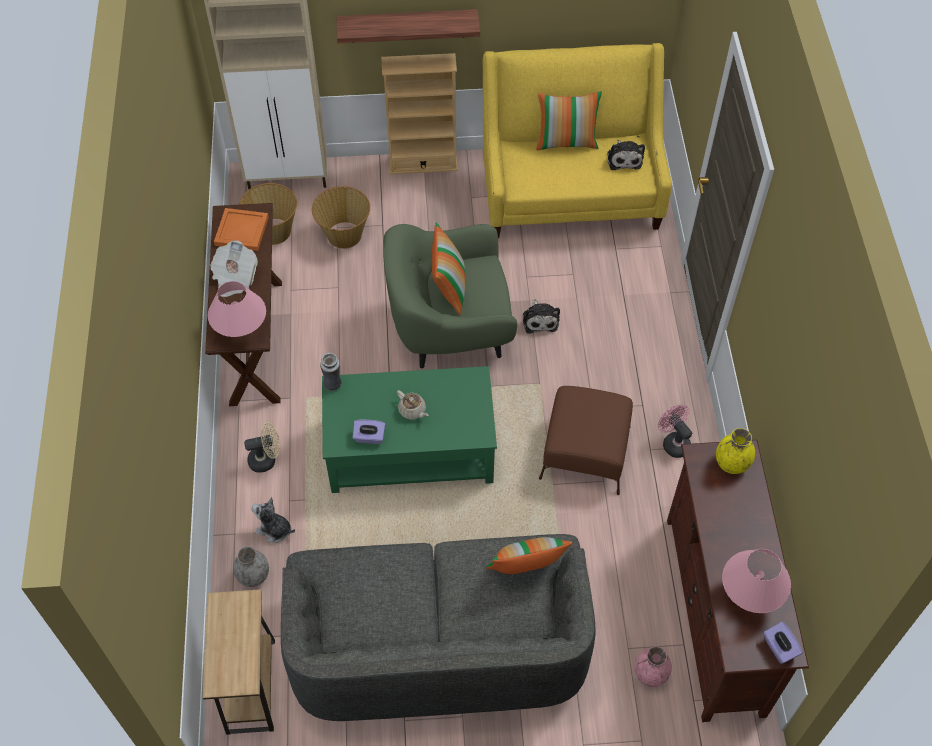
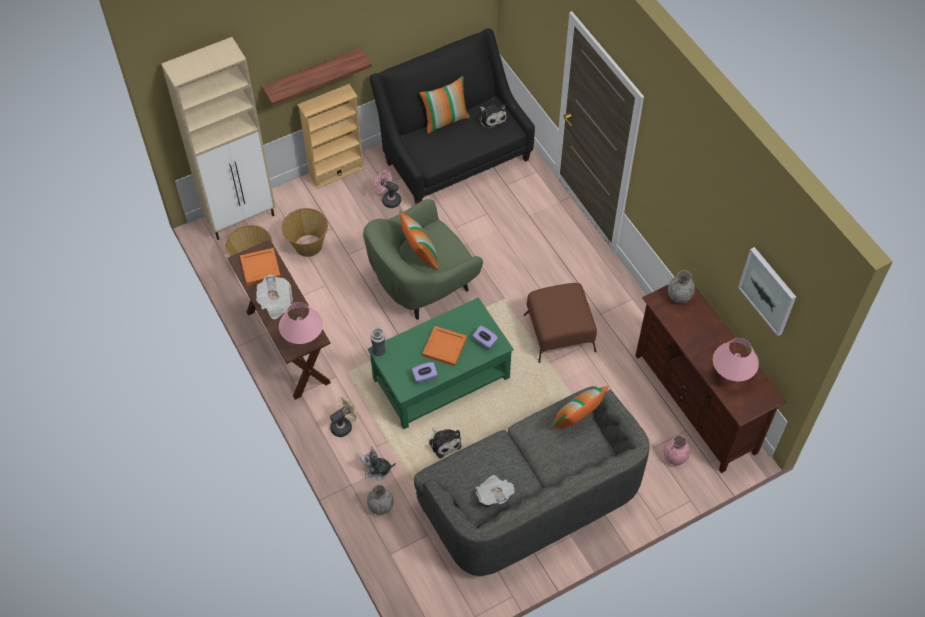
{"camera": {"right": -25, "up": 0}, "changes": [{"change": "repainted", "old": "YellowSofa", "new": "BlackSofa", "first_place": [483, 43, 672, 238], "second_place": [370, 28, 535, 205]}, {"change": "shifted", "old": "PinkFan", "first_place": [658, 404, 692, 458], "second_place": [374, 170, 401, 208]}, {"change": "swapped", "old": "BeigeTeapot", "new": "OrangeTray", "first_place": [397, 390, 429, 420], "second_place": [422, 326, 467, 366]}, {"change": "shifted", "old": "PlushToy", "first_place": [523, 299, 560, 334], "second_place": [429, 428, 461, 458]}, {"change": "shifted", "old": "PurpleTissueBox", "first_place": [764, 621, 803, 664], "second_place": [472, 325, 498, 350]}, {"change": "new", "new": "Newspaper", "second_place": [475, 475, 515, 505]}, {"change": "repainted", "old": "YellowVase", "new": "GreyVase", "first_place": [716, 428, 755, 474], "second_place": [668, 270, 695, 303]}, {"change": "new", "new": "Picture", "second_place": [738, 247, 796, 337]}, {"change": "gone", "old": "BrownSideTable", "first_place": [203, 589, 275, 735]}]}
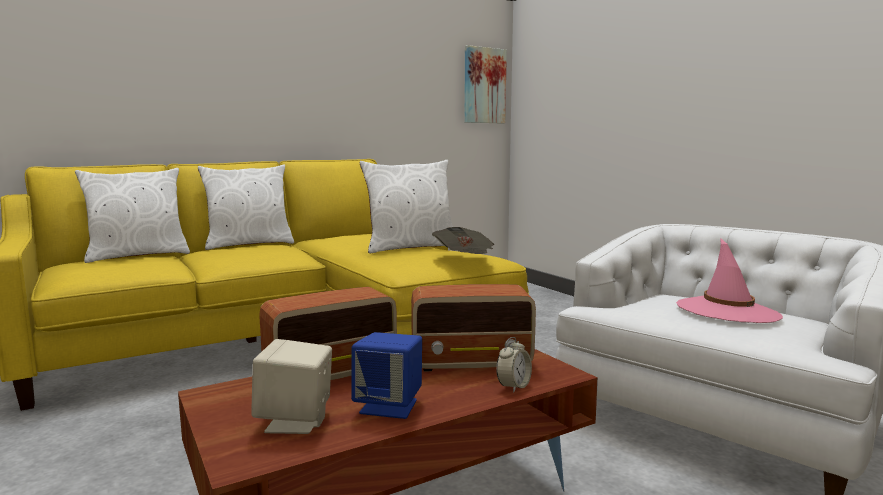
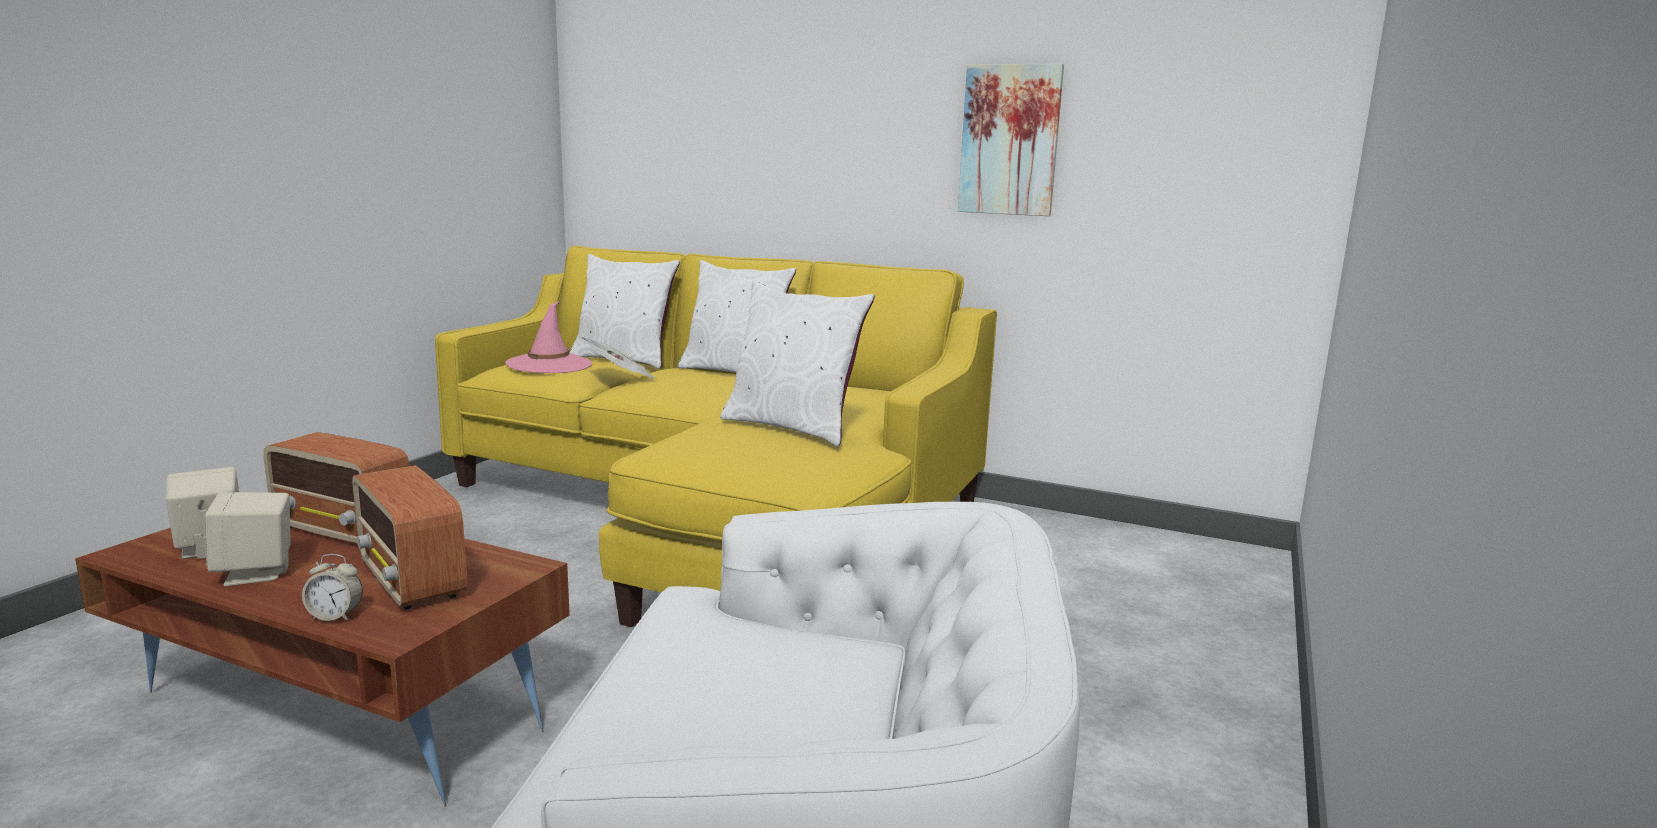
{"camera": {"right": 55, "up": 5}, "changes": [{"change": "repainted", "old": "BlueSpeaker", "new": "BeigeSpeaker", "first_place": [351, 332, 422, 419], "second_place": [204, 492, 291, 586]}, {"change": "shifted", "old": "PinkHat", "first_place": [676, 238, 783, 323], "second_place": [505, 301, 592, 373]}, {"change": "shifted", "old": "Newspaper", "first_place": [432, 227, 494, 254], "second_place": [580, 337, 656, 379]}, {"change": "shifted", "old": "Picture", "first_place": [464, 45, 507, 124], "second_place": [958, 63, 1064, 216]}]}
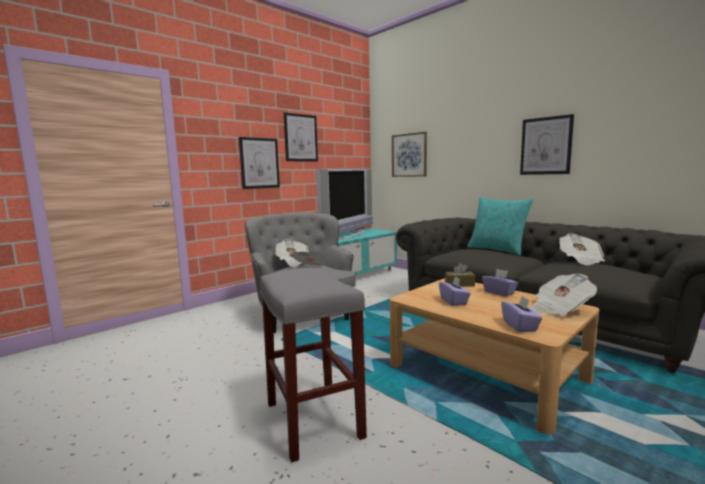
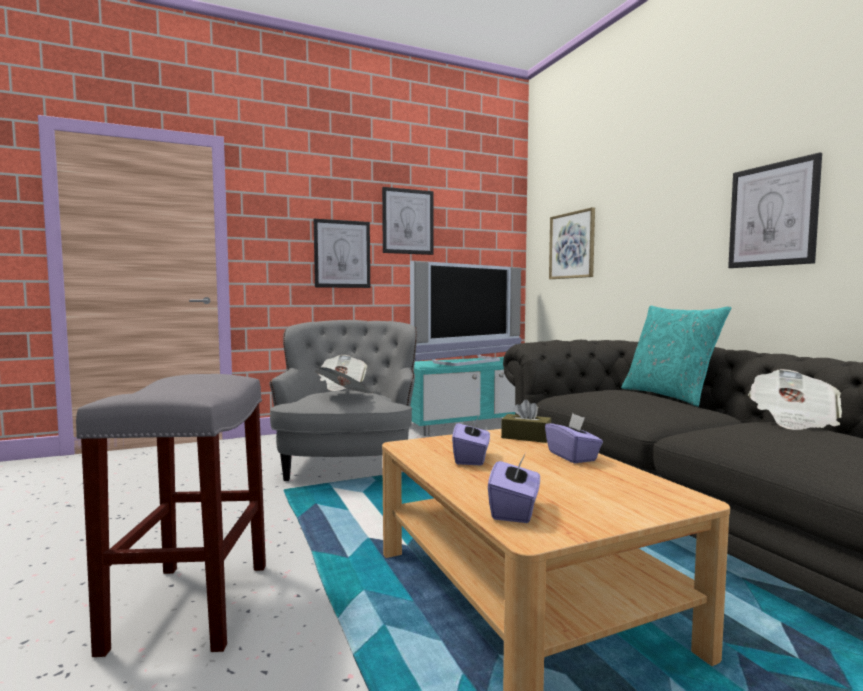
{"camera": {"right": 20, "up": -5}, "changes": [{"change": "gone", "old": "Newspaper", "first_place": [530, 274, 597, 316]}]}
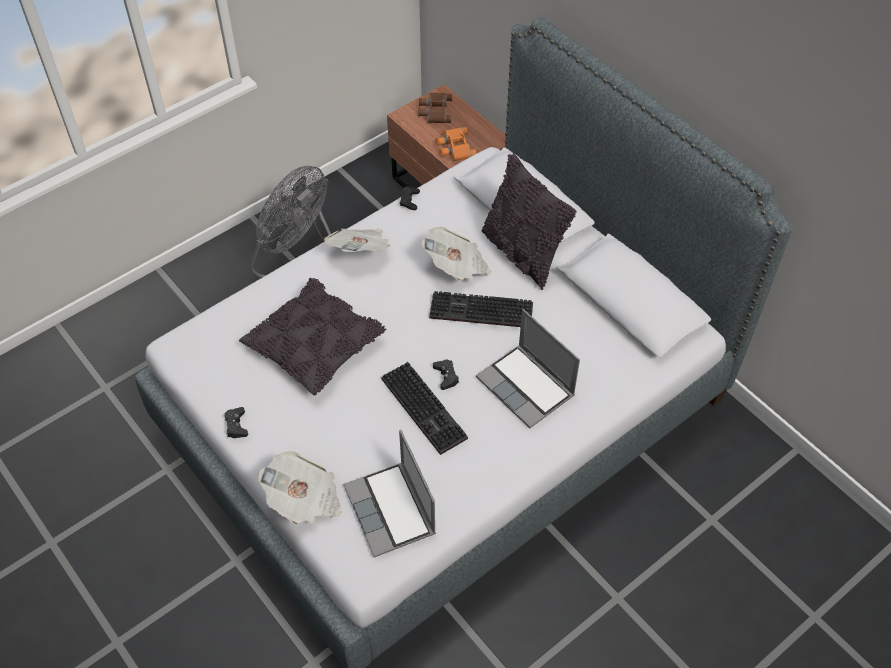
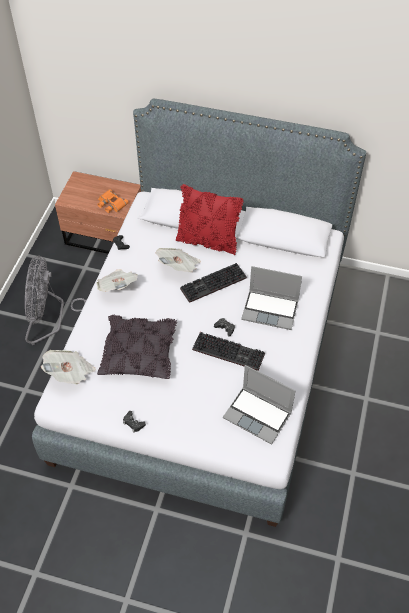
{"camera": {"right": -35, "up": 0}, "changes": [{"change": "shifted", "old": "Newspaper", "first_place": [258, 451, 342, 524], "second_place": [41, 350, 96, 384]}, {"change": "repainted", "old": "BlackPillow", "new": "RedPillow", "first_place": [482, 153, 577, 290], "second_place": [176, 184, 244, 255]}, {"change": "gone", "old": "BrownBinoculars", "first_place": [418, 93, 452, 123]}]}
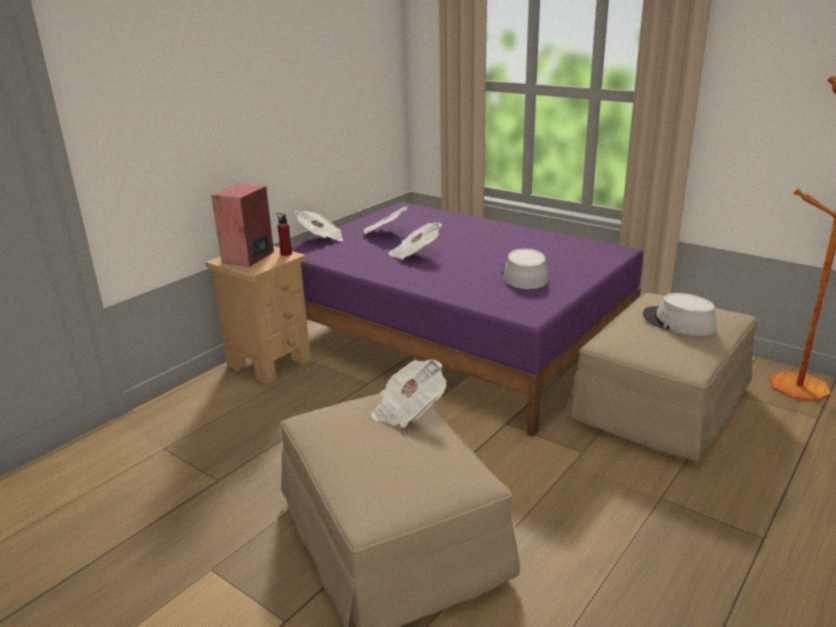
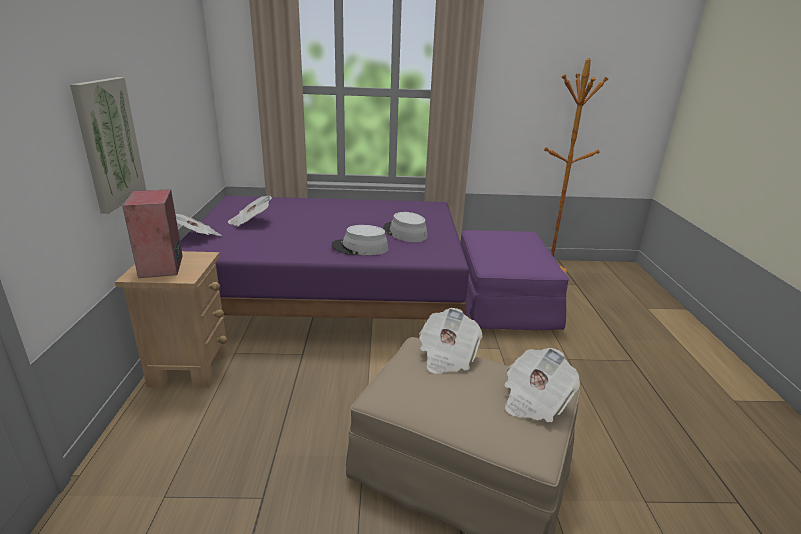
{"camera": {"right": -40, "up": 0}, "changes": [{"change": "new", "new": "Picture", "second_place": [70, 77, 146, 214]}, {"change": "shifted", "old": "GreyHat", "first_place": [643, 293, 716, 336], "second_place": [331, 225, 388, 255]}, {"change": "repainted", "old": "BeigeOttoman", "new": "PurpleOttoman", "first_place": [566, 293, 758, 462], "second_place": [461, 230, 569, 331]}, {"change": "shifted", "old": "Newspaper", "first_place": [389, 222, 442, 260], "second_place": [504, 348, 580, 422]}, {"change": "gone", "old": "RedBottle", "first_place": [277, 213, 292, 256]}]}
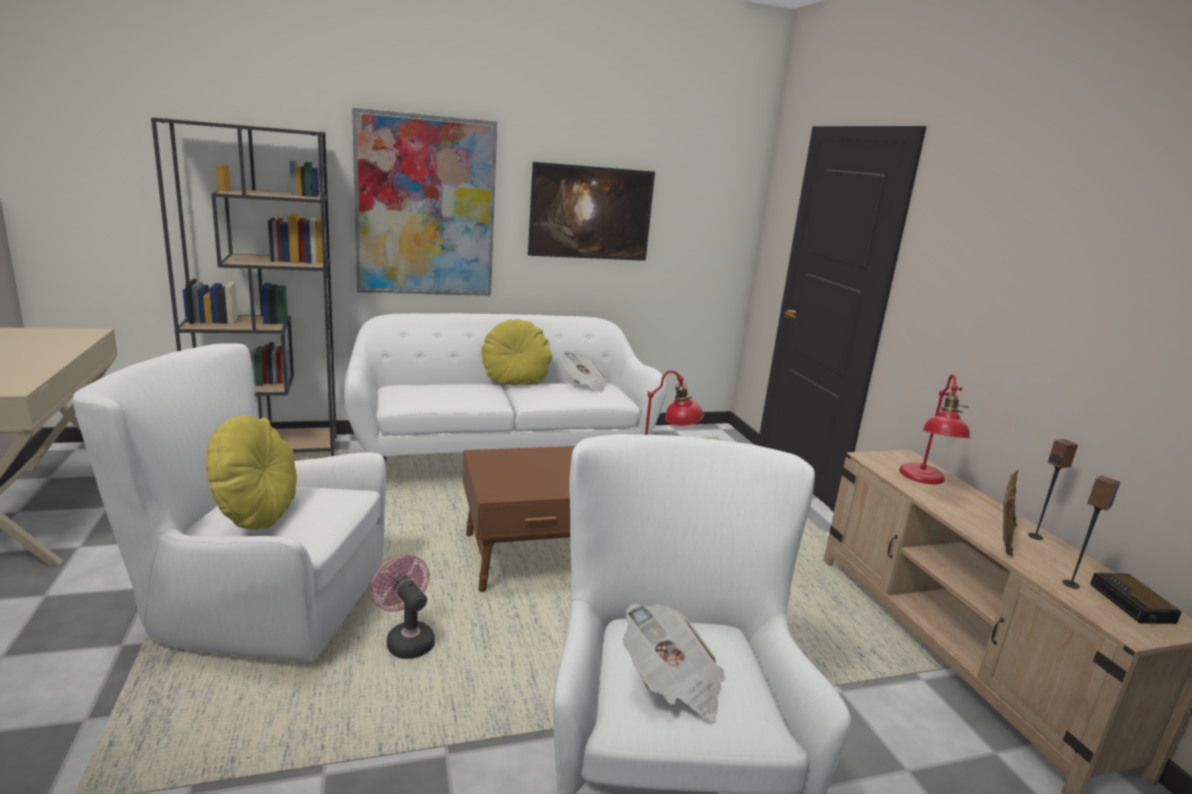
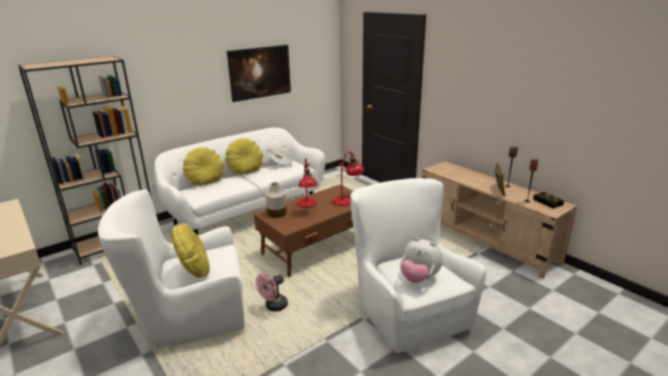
{"camera": {"right": -20, "up": 5}, "changes": [{"change": "new", "new": "YellowPillow", "second_place": [183, 147, 224, 186]}, {"change": "rotated", "old": "PinkFan", "first_place": [371, 555, 435, 659], "second_place": [256, 273, 288, 312], "degrees": -75}, {"change": "new", "new": "BeigeVase", "second_place": [266, 182, 287, 218]}, {"change": "shifted", "old": "RedTableLamp", "first_place": [899, 374, 970, 484], "second_place": [297, 158, 318, 208]}, {"change": "swapped", "old": "Newspaper", "new": "PlushToy", "first_place": [623, 603, 724, 720], "second_place": [400, 238, 443, 283]}, {"change": "gone", "old": "Picture", "first_place": [352, 108, 497, 296]}]}
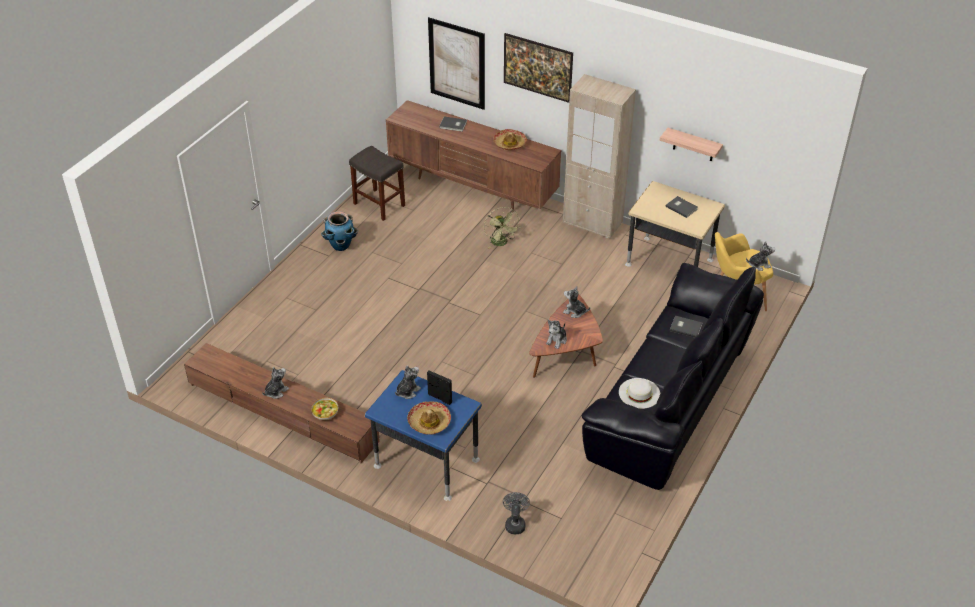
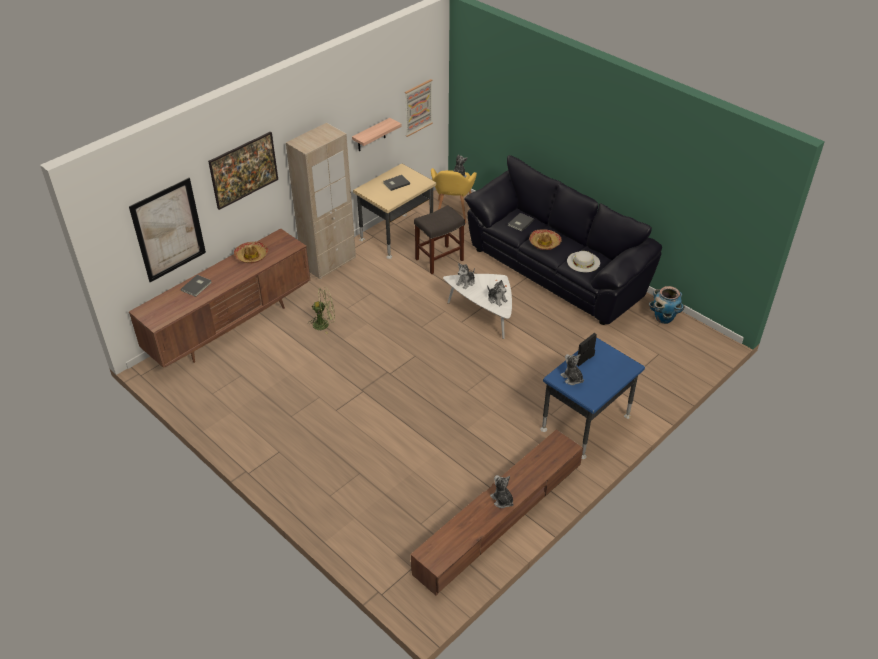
{"camera": {"right": -75, "up": 0}, "changes": [{"change": "new", "new": "Picture", "second_place": [405, 79, 433, 137]}, {"change": "shifted", "old": "GreyStool", "first_place": [349, 146, 405, 221], "second_place": [414, 205, 465, 274]}, {"change": "repainted", "old": "BrownCoffeeTable", "new": "WhiteCoffeeTable", "first_place": [529, 294, 603, 378], "second_place": [443, 274, 512, 339]}, {"change": "shifted", "old": "Hat", "first_place": [407, 401, 451, 435], "second_place": [529, 229, 562, 250]}, {"change": "shifted", "old": "Planter", "first_place": [321, 211, 358, 251], "second_place": [649, 286, 685, 324]}, {"change": "gone", "old": "Bowl", "first_place": [311, 398, 338, 420]}, {"change": "gone", "old": "GreyFan", "first_place": [503, 492, 530, 534]}]}
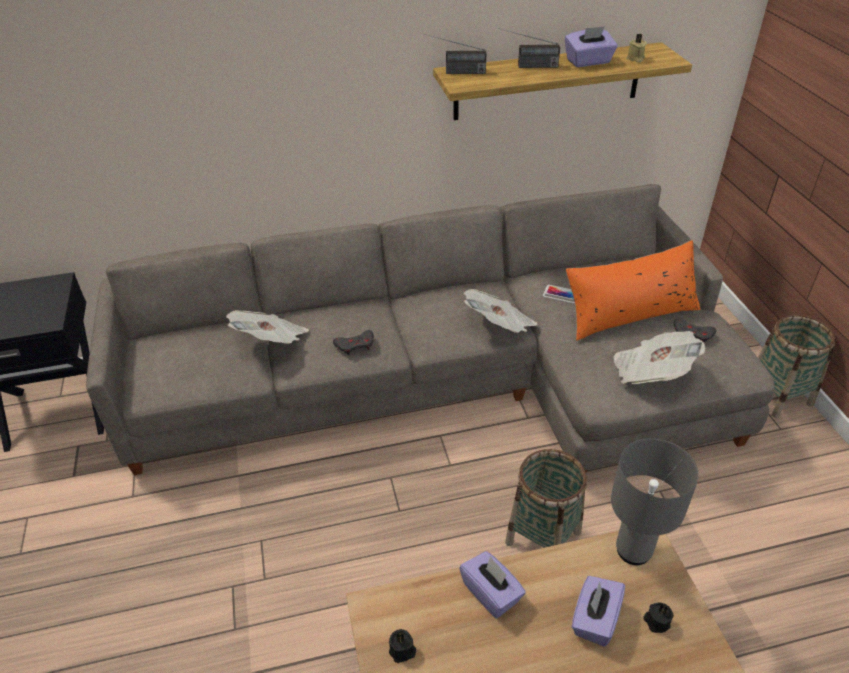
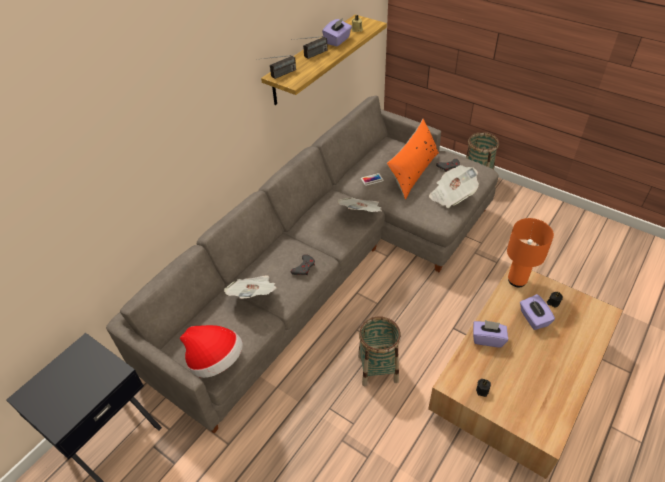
{"camera": {"right": -40, "up": 5}, "changes": [{"change": "new", "new": "Hat", "second_place": [180, 325, 243, 378]}, {"change": "shifted", "old": "Basket", "first_place": [505, 449, 587, 548], "second_place": [358, 316, 401, 386]}, {"change": "repainted", "old": "GreyTableLamp", "new": "OrangeTableLamp", "first_place": [611, 438, 699, 565], "second_place": [507, 218, 554, 287]}]}
